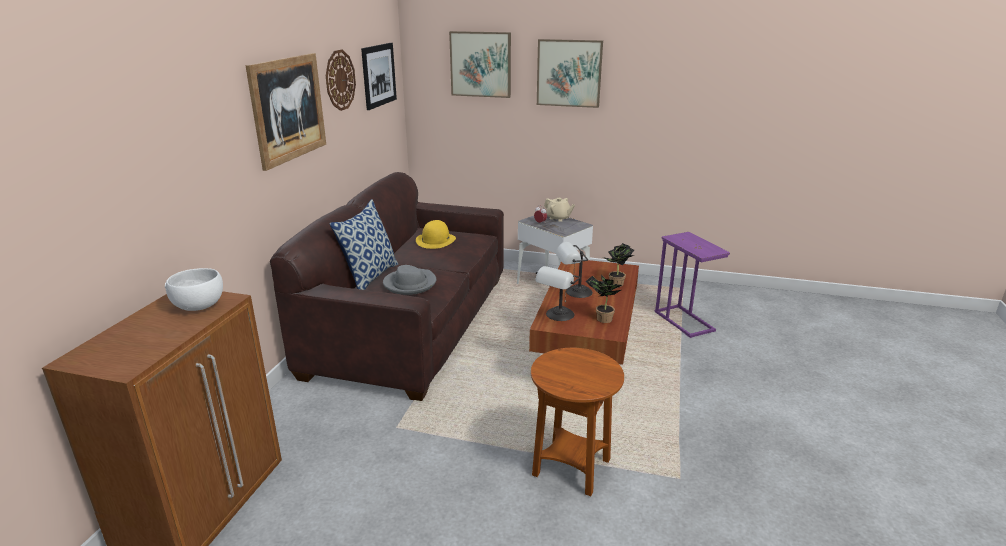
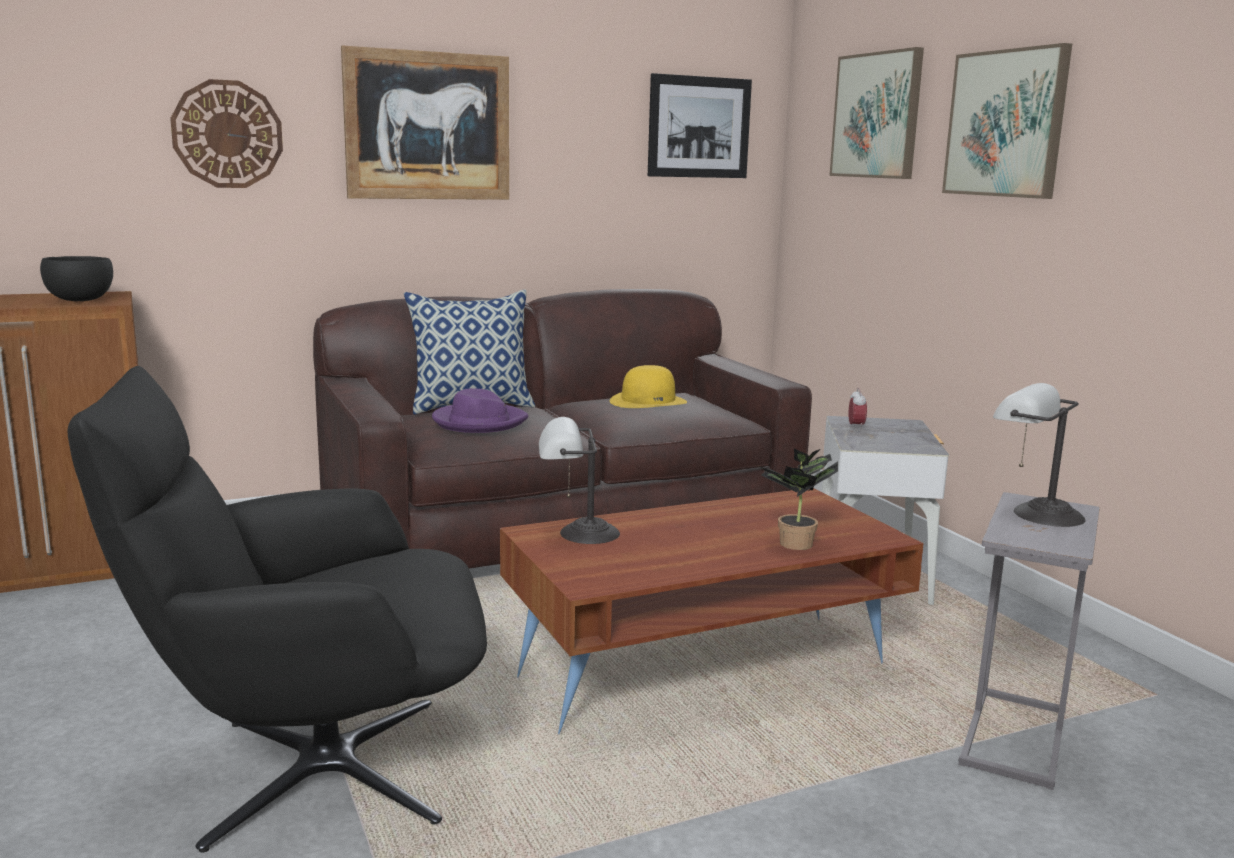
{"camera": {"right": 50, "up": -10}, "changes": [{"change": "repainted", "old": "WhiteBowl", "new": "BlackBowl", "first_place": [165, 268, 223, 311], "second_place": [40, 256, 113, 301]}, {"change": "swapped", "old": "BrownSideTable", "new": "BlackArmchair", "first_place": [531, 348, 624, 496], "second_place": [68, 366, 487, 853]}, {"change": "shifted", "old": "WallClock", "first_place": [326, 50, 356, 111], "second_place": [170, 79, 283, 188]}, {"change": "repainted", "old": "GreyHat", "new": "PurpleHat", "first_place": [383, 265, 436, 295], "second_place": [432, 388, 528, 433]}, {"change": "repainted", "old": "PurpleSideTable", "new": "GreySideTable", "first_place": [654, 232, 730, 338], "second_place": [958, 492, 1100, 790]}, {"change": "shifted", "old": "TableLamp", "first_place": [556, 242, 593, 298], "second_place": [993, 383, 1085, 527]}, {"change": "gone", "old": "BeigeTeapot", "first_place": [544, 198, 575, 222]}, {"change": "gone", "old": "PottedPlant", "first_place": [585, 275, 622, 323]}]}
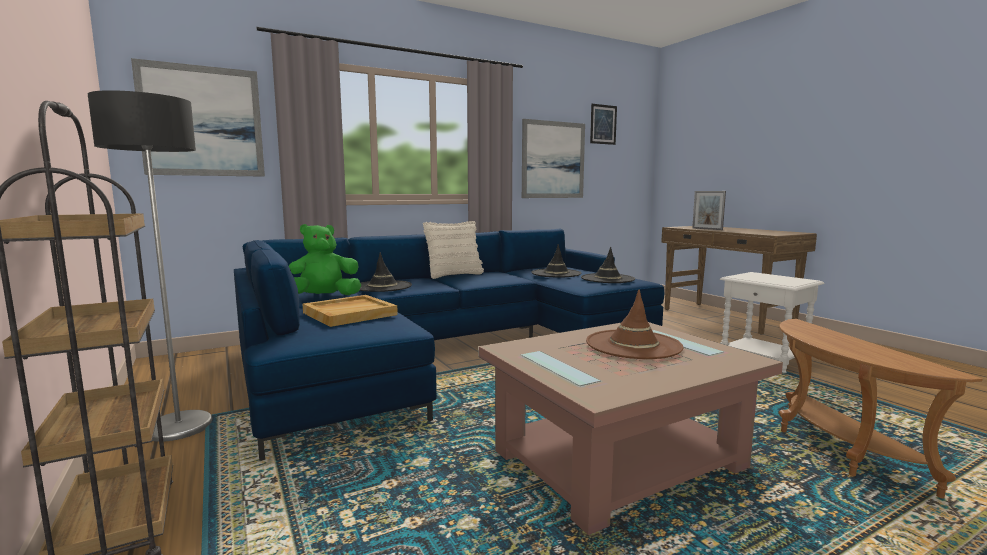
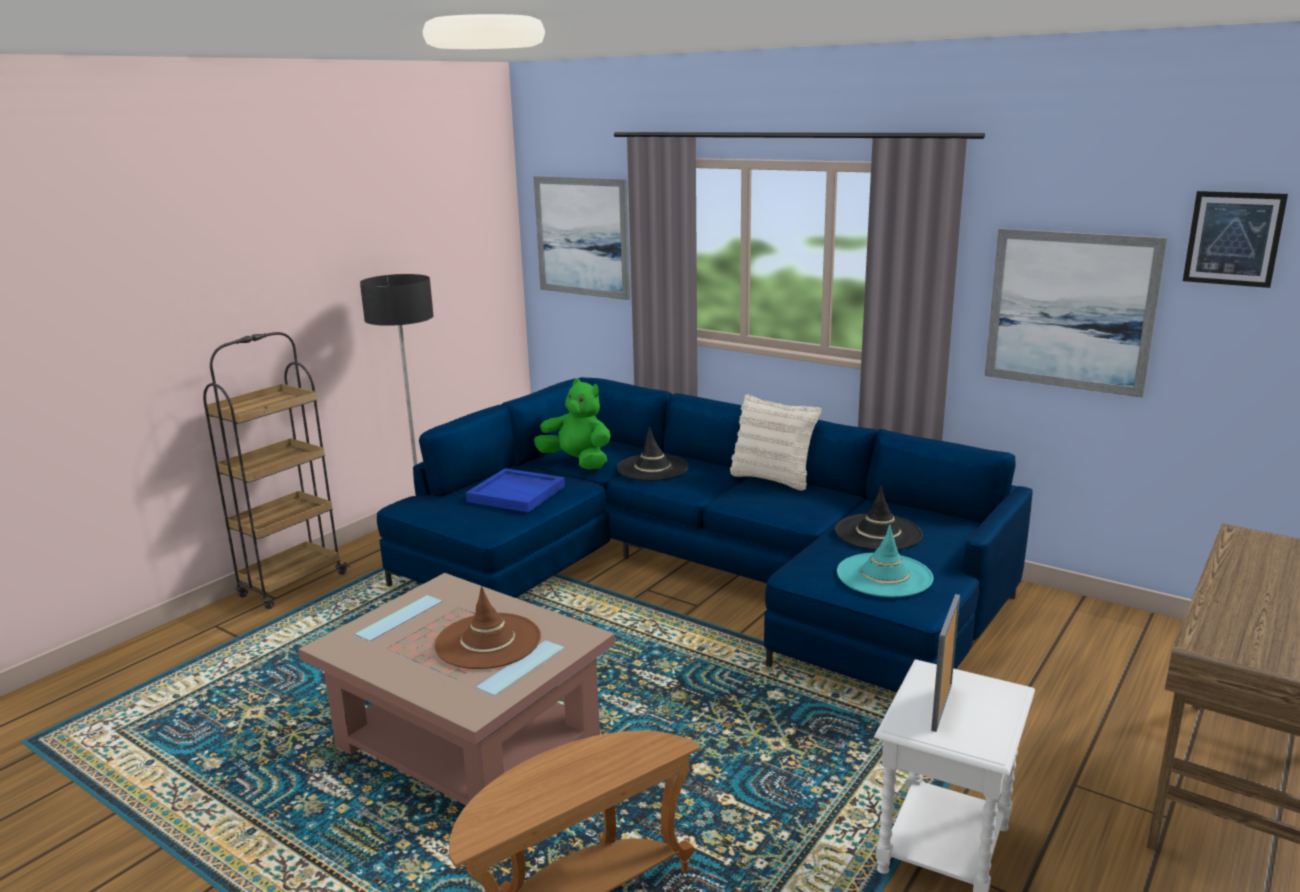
{"camera": {"right": 65, "up": 10}, "changes": [{"change": "repainted", "old": "BeigeTray", "new": "BlueTray", "first_place": [303, 295, 398, 327], "second_place": [466, 468, 565, 513]}, {"change": "repainted", "old": "BlackHat", "new": "TurquoiseHat", "first_place": [581, 247, 635, 283], "second_place": [837, 525, 933, 597]}, {"change": "shifted", "old": "PictureFrame", "first_place": [692, 191, 726, 230], "second_place": [931, 594, 960, 732]}]}
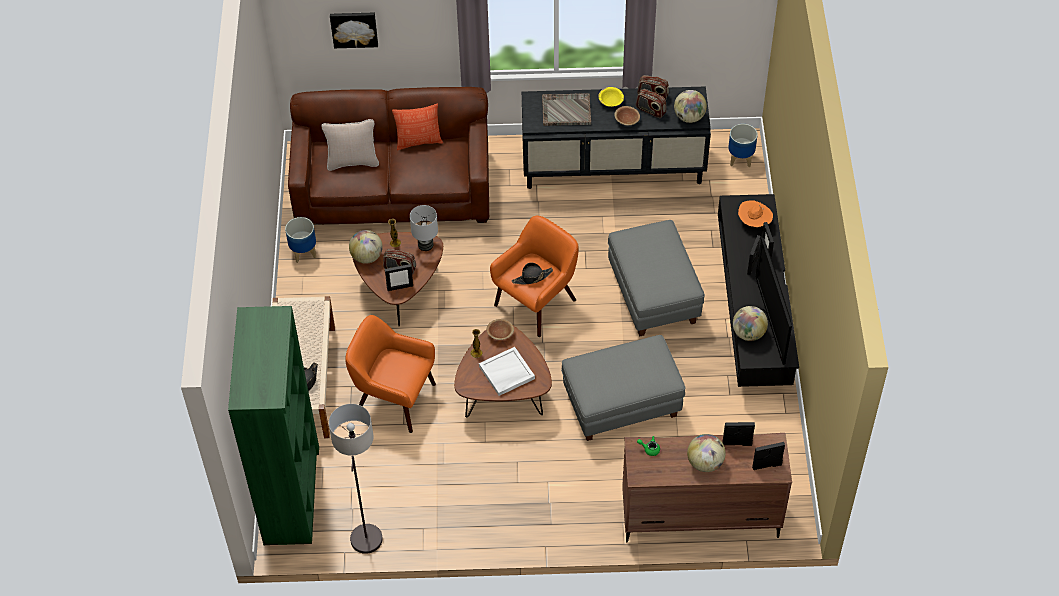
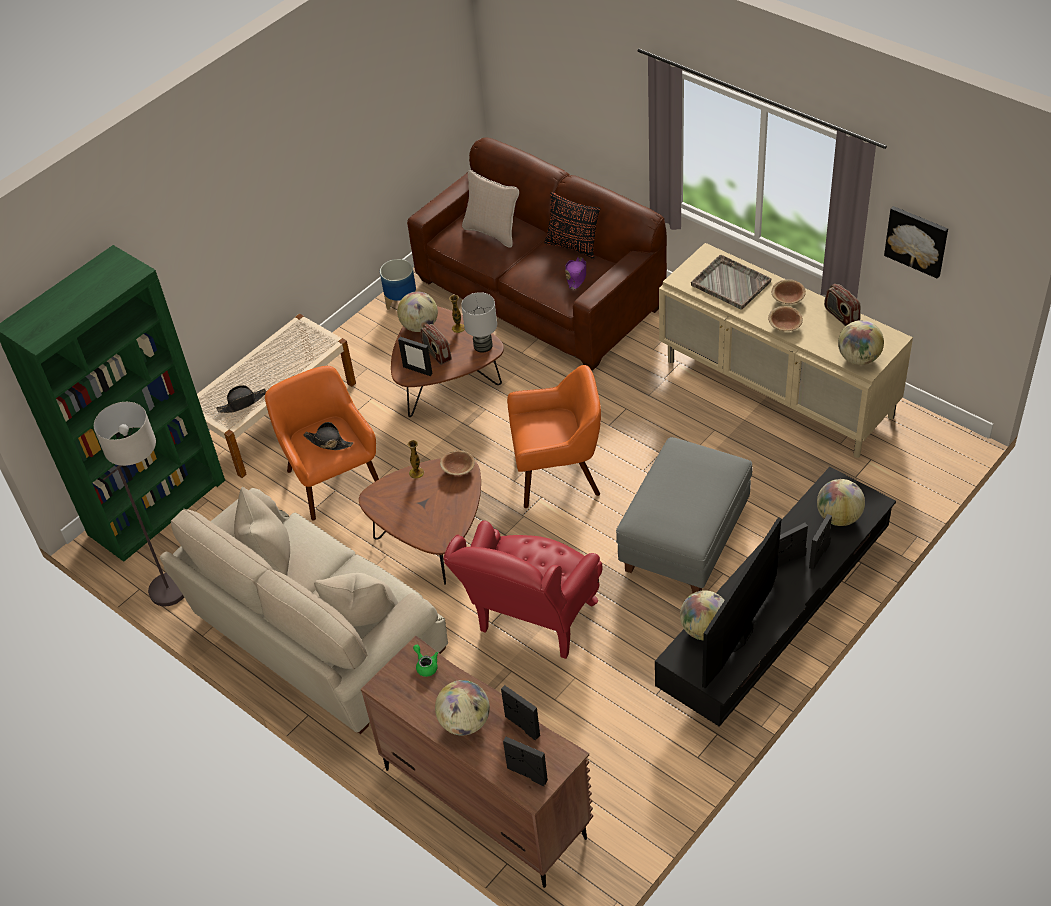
{"camera": {"right": 45, "up": -5}, "changes": [{"change": "new", "new": "BeigeSofa", "second_place": [160, 487, 448, 734]}, {"change": "shifted", "old": "BlackHat", "first_place": [512, 263, 553, 285], "second_place": [303, 422, 353, 450]}, {"change": "swapped", "old": "GreyOttoman", "new": "RedArmchair", "first_place": [561, 335, 686, 441], "second_place": [443, 520, 602, 659]}, {"change": "repainted", "old": "OrangePillow", "new": "BlackPillow", "first_place": [392, 104, 443, 150], "second_place": [545, 192, 600, 259]}, {"change": "new", "new": "PurpleHat", "second_place": [565, 257, 586, 290]}, {"change": "repainted", "old": "BlackCabinet", "new": "BeigeCabinet", "first_place": [522, 86, 711, 189], "second_place": [659, 243, 913, 458]}, {"change": "repainted", "old": "YellowBowl", "new": "BrownBowl", "first_place": [598, 87, 624, 107], "second_place": [771, 279, 806, 304]}, {"change": "swapped", "old": "OrangeHat", "new": "Globe", "first_place": [738, 201, 773, 227], "second_place": [817, 479, 865, 526]}, {"change": "shifted", "old": "Picture", "first_place": [330, 13, 378, 48], "second_place": [884, 206, 948, 279]}, {"change": "gone", "old": "WhiteTray", "first_place": [479, 347, 535, 396]}, {"change": "gone", "old": "Radio", "first_place": [636, 89, 667, 118]}, {"change": "gone", "old": "Planter", "first_place": [728, 124, 758, 167]}]}
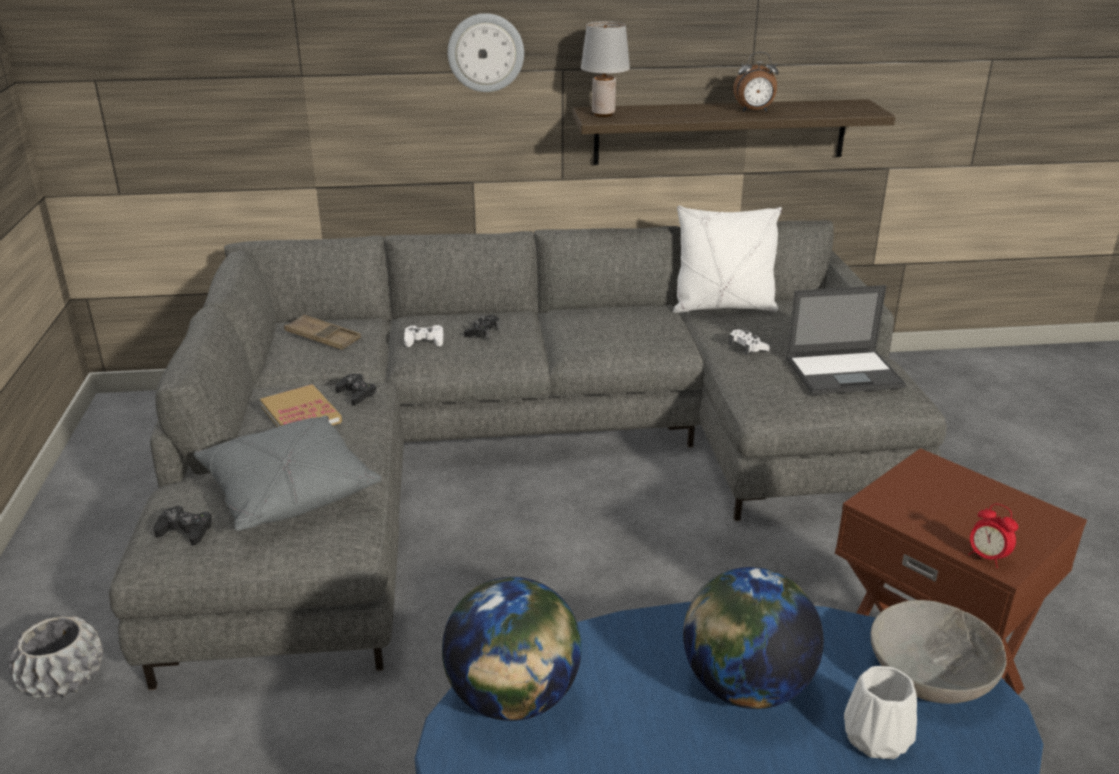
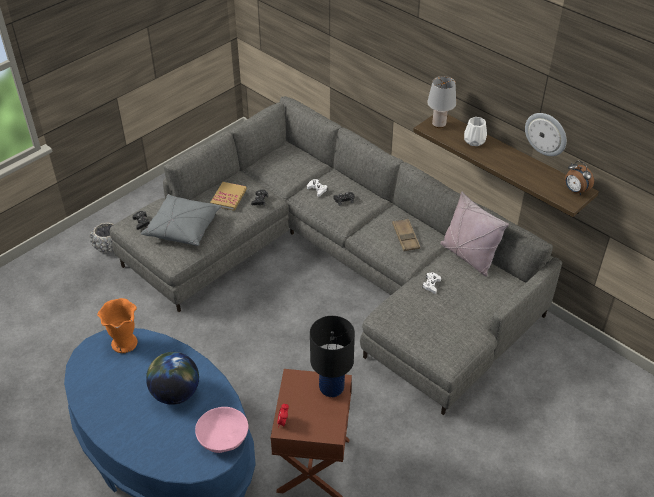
{"camera": {"right": 50, "up": 15}, "changes": [{"change": "swapped", "old": "Globe", "new": "OrangeVase", "first_place": [442, 577, 582, 721], "second_place": [97, 298, 137, 353]}, {"change": "repainted", "old": "GreyBowl", "new": "PinkBowl", "first_place": [870, 600, 1007, 704], "second_place": [195, 407, 248, 453]}, {"change": "new", "new": "BlackTableLamp", "second_place": [310, 316, 355, 397]}, {"change": "shifted", "old": "BrownTray", "first_place": [284, 315, 361, 350], "second_place": [392, 219, 420, 251]}, {"change": "repainted", "old": "WhitePillow", "new": "PurplePillow", "first_place": [673, 205, 782, 313], "second_place": [440, 191, 509, 277]}, {"change": "shifted", "old": "WhiteVase", "first_place": [844, 666, 917, 759], "second_place": [464, 117, 487, 146]}, {"change": "shifted", "old": "WallClock", "first_place": [448, 13, 524, 92], "second_place": [525, 113, 567, 156]}, {"change": "shifted", "old": "AlarmClock", "first_place": [733, 52, 779, 112], "second_place": [565, 161, 594, 195]}, {"change": "gone", "old": "Laptop", "first_place": [786, 285, 906, 395]}]}
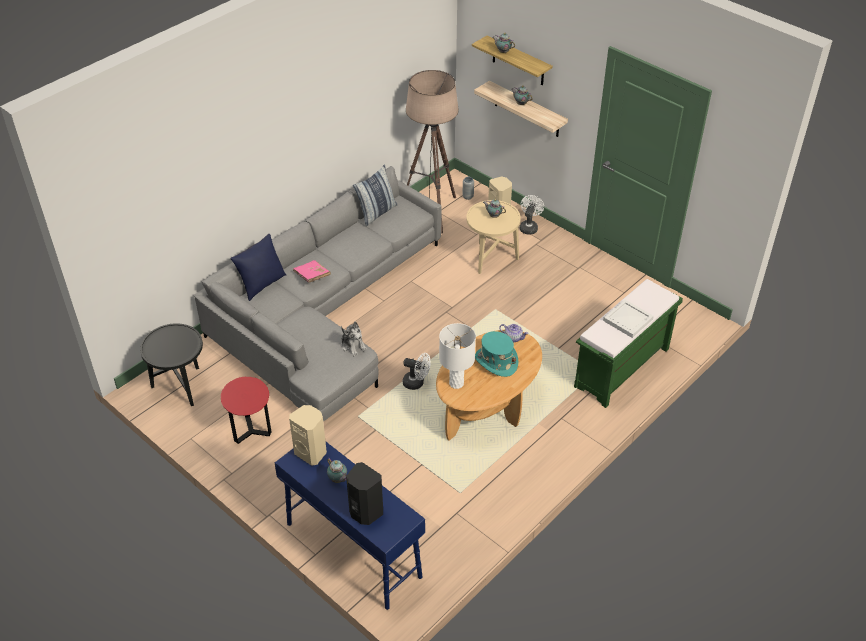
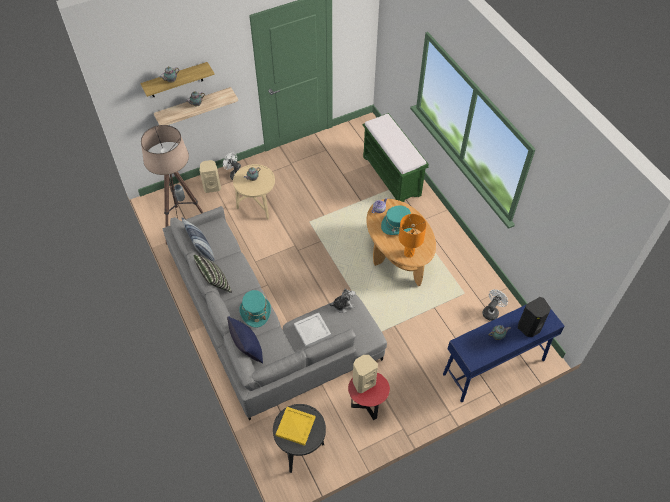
{"camera": {"right": -70, "up": 10}, "changes": [{"change": "new", "new": "Pillow", "second_place": [194, 255, 232, 293]}, {"change": "swapped", "old": "PinkBook", "new": "TurquoiseHat", "first_place": [293, 260, 331, 283], "second_place": [239, 290, 271, 328]}, {"change": "new", "new": "YellowTray", "second_place": [276, 407, 315, 446]}, {"change": "shifted", "old": "WhiteTray", "first_place": [603, 299, 654, 338], "second_place": [294, 313, 331, 347]}, {"change": "shifted", "old": "BeigeSpeaker", "first_place": [289, 405, 327, 466], "second_place": [353, 355, 378, 393]}, {"change": "repainted", "old": "WhiteTableLamp", "new": "OrangeTableLamp", "first_place": [439, 323, 476, 389], "second_place": [399, 214, 427, 258]}, {"change": "shifted", "old": "WhiteFan", "first_place": [403, 353, 431, 390], "second_place": [482, 289, 508, 321]}]}
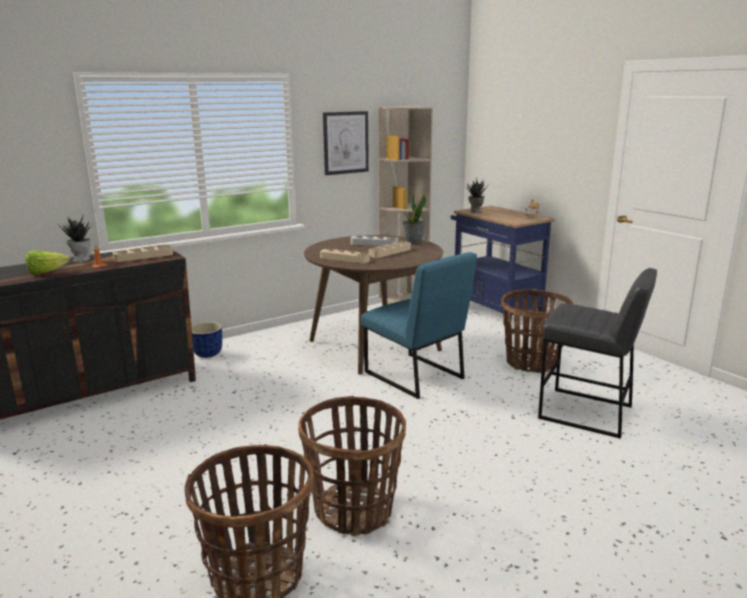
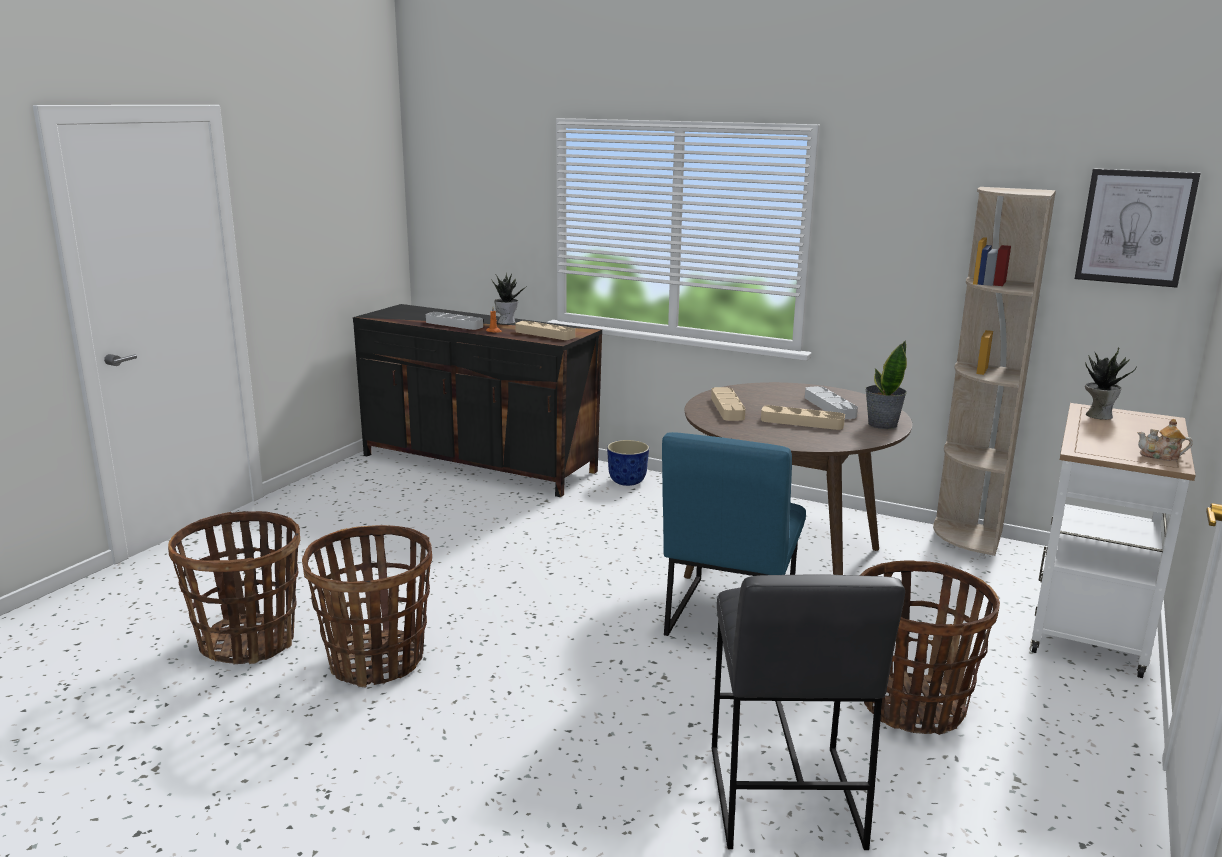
{"camera": {"right": 60, "up": 0}, "changes": [{"change": "swapped", "old": "Lettuce", "new": "GreyTray", "first_place": [25, 250, 70, 275], "second_place": [426, 312, 483, 330]}, {"change": "repainted", "old": "BlueCart", "new": "WhiteCart", "first_place": [451, 206, 554, 323], "second_place": [1030, 403, 1196, 678]}, {"change": "shifted", "old": "Picture", "first_place": [323, 111, 369, 175], "second_place": [1075, 168, 1200, 288]}]}
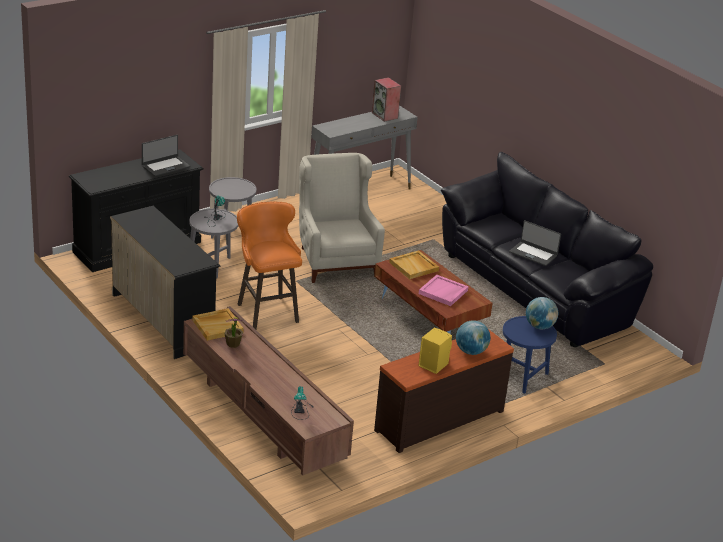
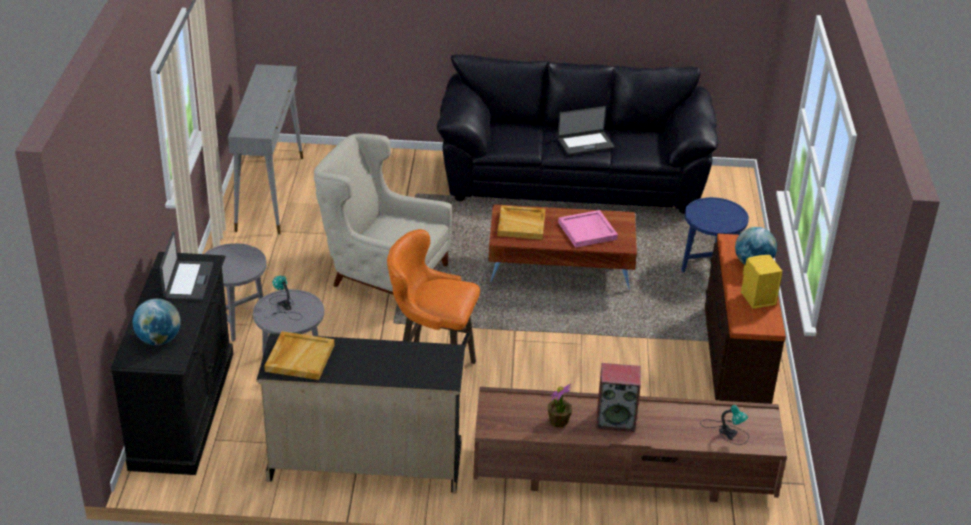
{"camera": {"right": -50, "up": 5}, "changes": [{"change": "shifted", "old": "Globe", "first_place": [526, 297, 558, 329], "second_place": [133, 299, 181, 345]}, {"change": "shifted", "old": "BeigeTray", "first_place": [192, 308, 244, 341], "second_place": [264, 331, 335, 380]}, {"change": "shifted", "old": "Speaker", "first_place": [372, 77, 401, 122], "second_place": [596, 363, 641, 432]}]}
